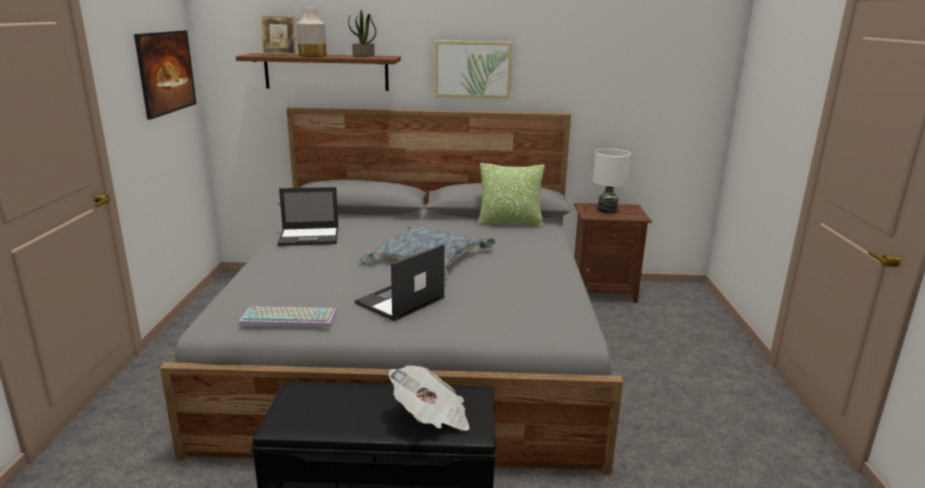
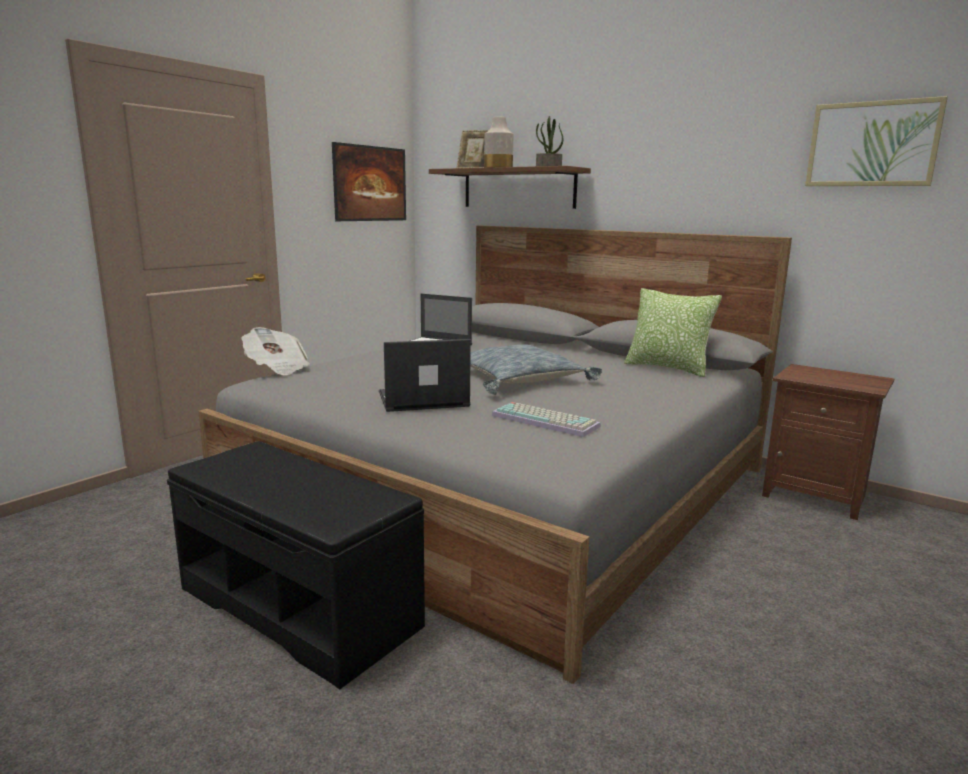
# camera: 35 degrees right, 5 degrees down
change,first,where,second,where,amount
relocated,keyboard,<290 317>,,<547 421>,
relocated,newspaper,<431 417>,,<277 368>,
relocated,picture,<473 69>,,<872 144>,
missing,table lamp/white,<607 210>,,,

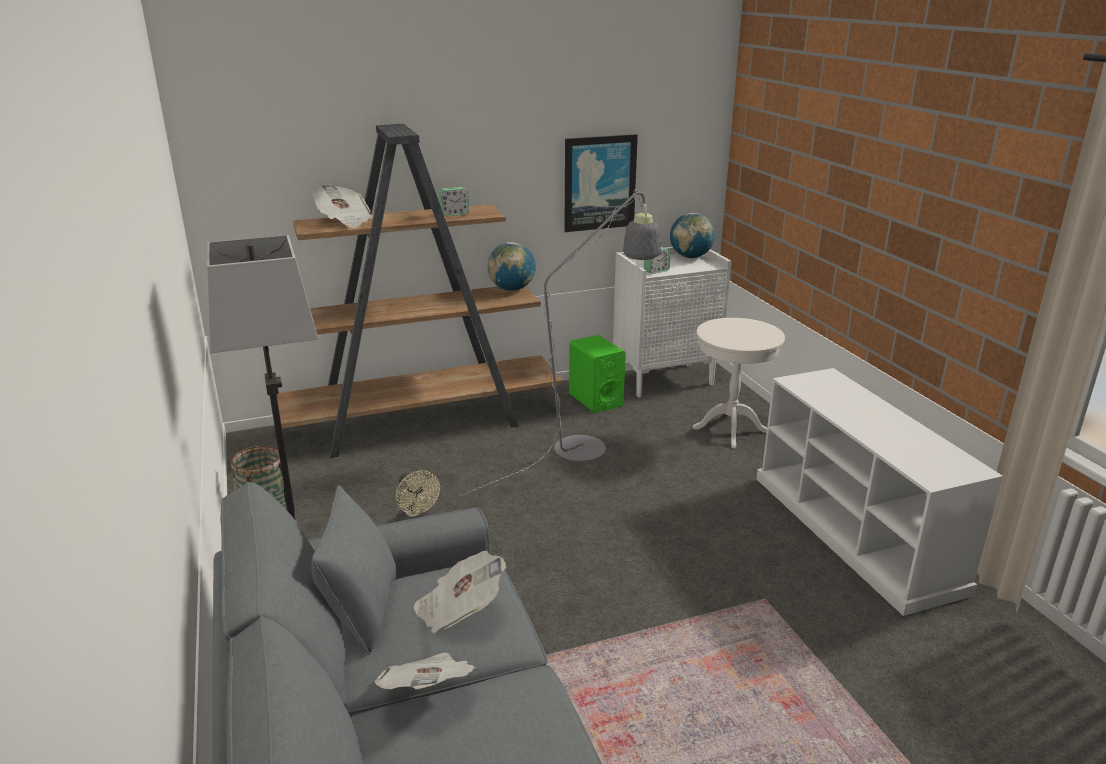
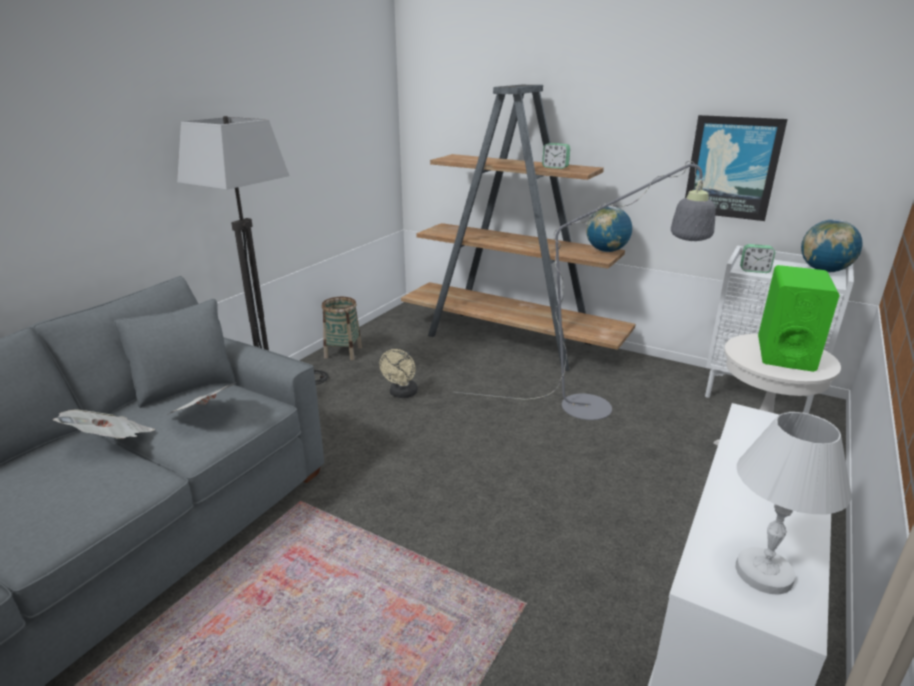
# camera: 50 degrees right, 0 degrees up
change,first,where,second,where,amount
missing,newspaper,<344 221>,,,
relocated,speaker/green,<595 400>,,<785 353>,
appeared,,,table lamp/white,<764 572>,

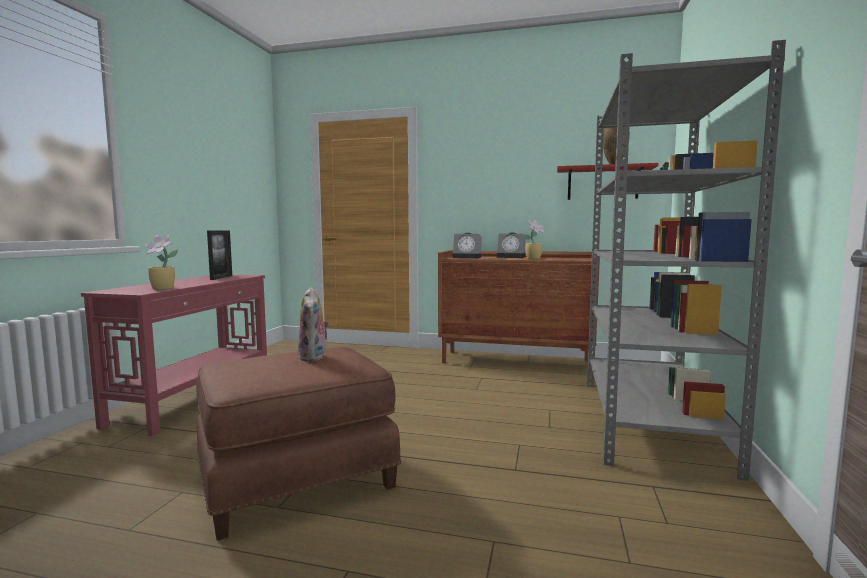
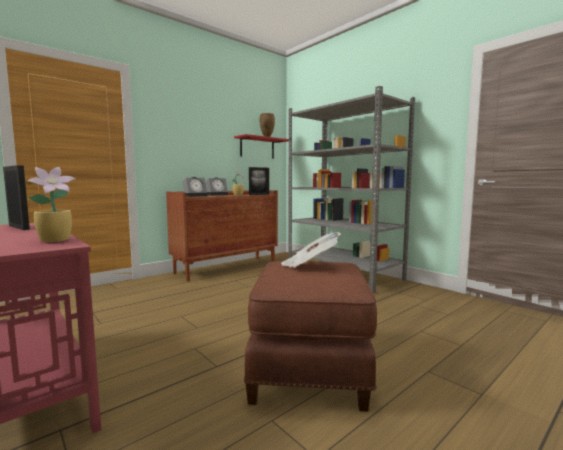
# camera: 55 degrees left, 0 degrees up
change,first,where,second,where,amount
exchanged,plush toy,<314 357>,newspaper,<309 265>,
appeared,,,picture frame,<259 194>,

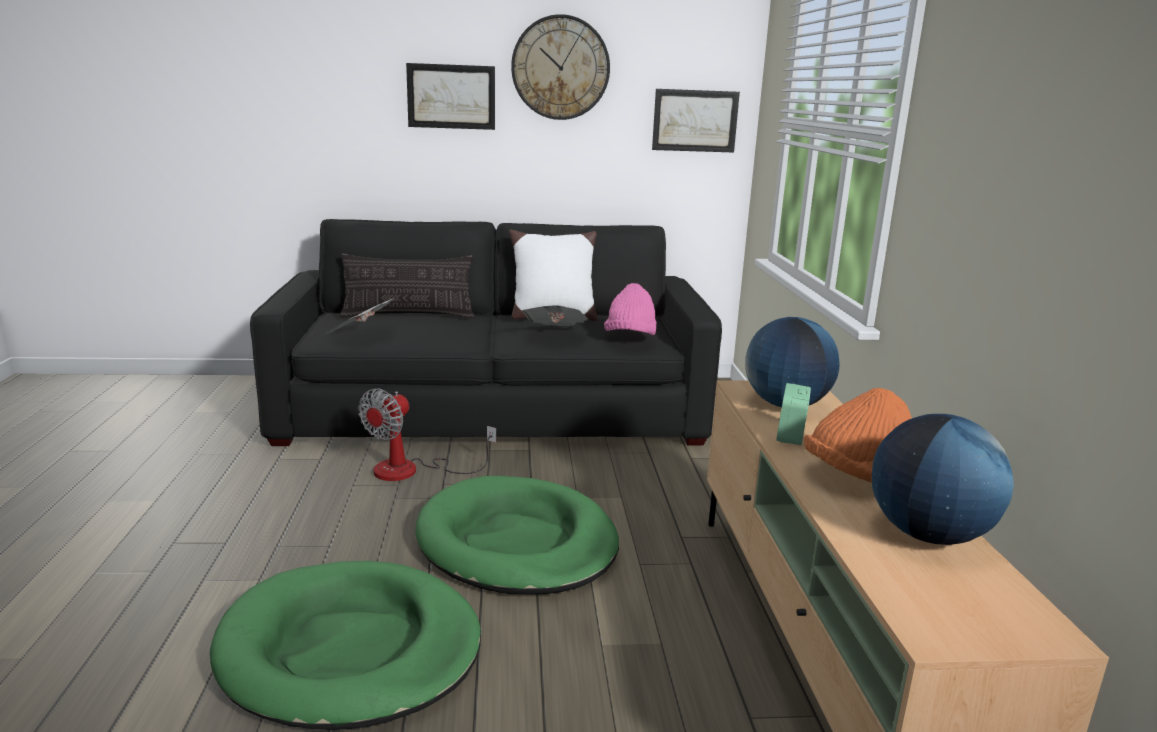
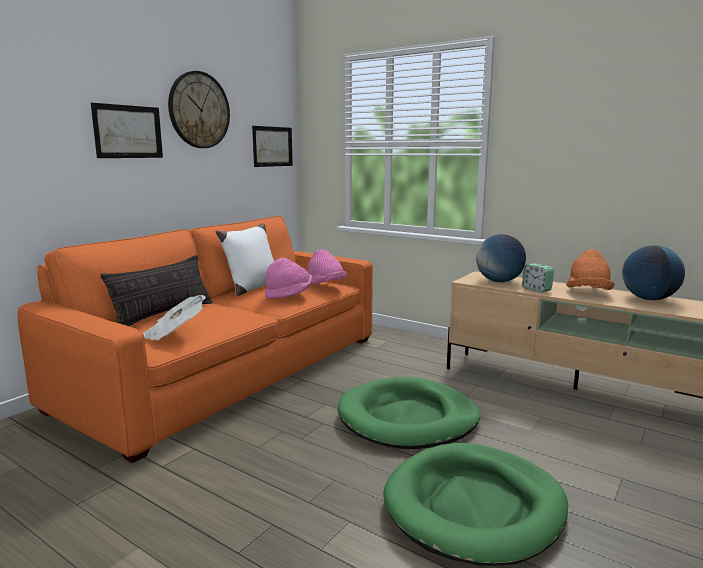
# camera: 50 degrees left, 5 degrees down
change,first,where,second,where,amount
colour,sofa/black,<493 410>,sofa/orange,<229 371>,
missing,fan,<411 470>,,,
exchanged,newspaper,<555 334>,hat/pink,<289 295>,

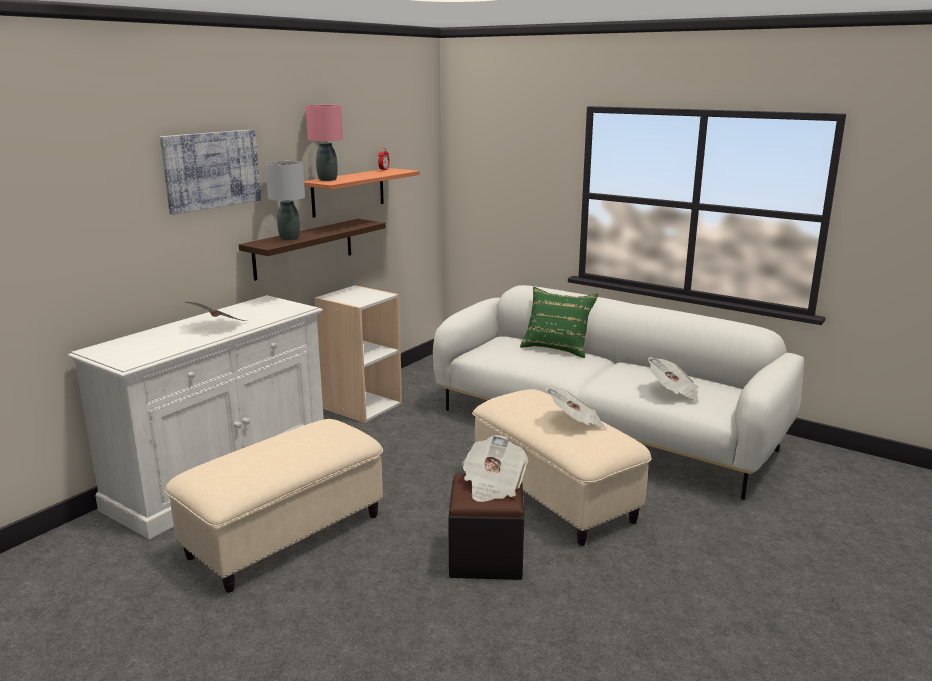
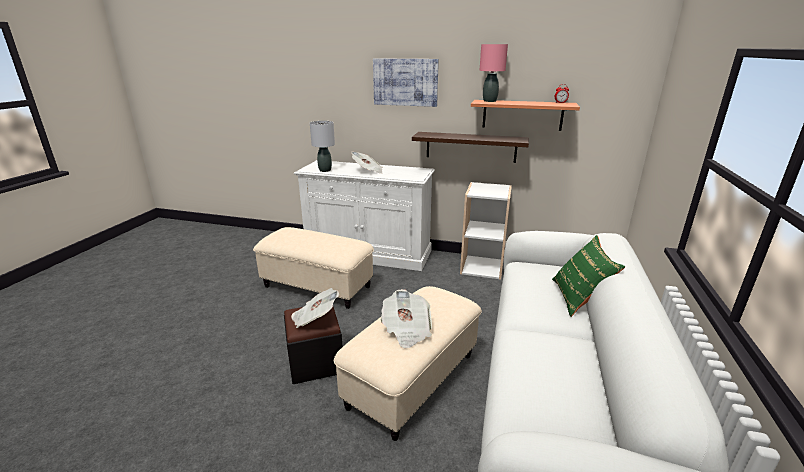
# camera: 70 degrees right, 5 degrees up
change,first,where,second,where,amount
relocated,table lamp/grey,<290 238>,,<325 170>,
missing,newspaper,<673 392>,,,

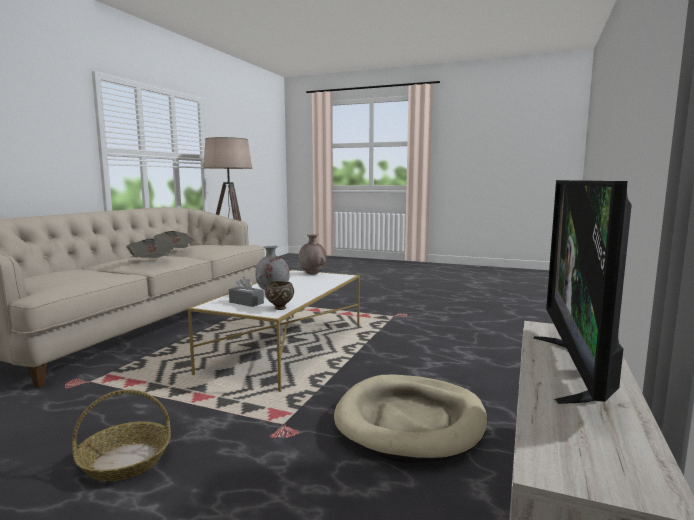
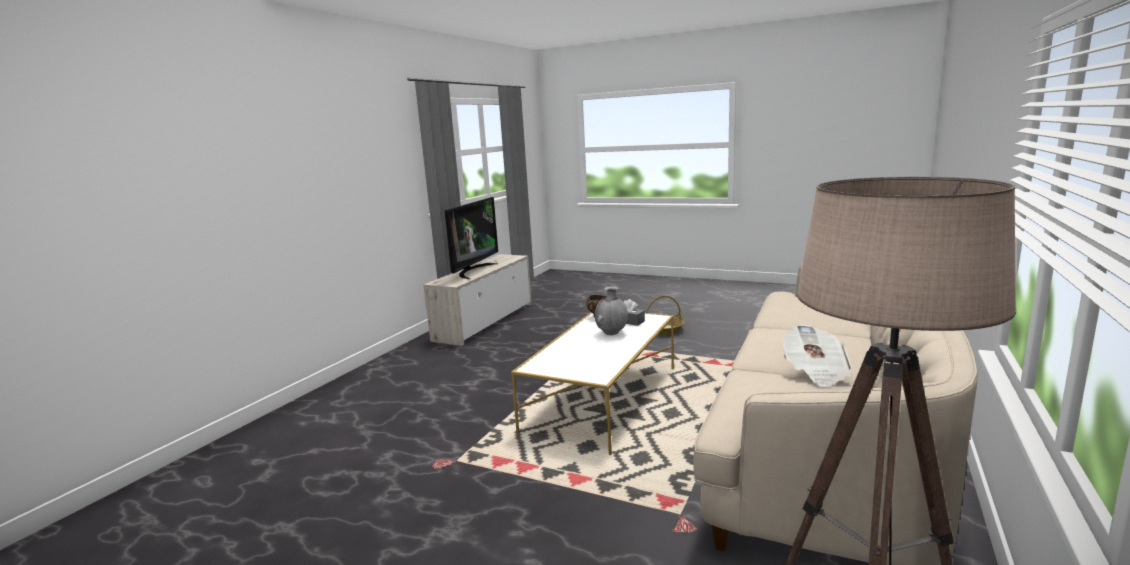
# camera: 175 degrees left, 5 degrees up
change,first,where,second,where,amount
missing,newspaper,<151 261>,,,
missing,vase/brown,<312 274>,,,
missing,dog bed/beige,<410 421>,,,

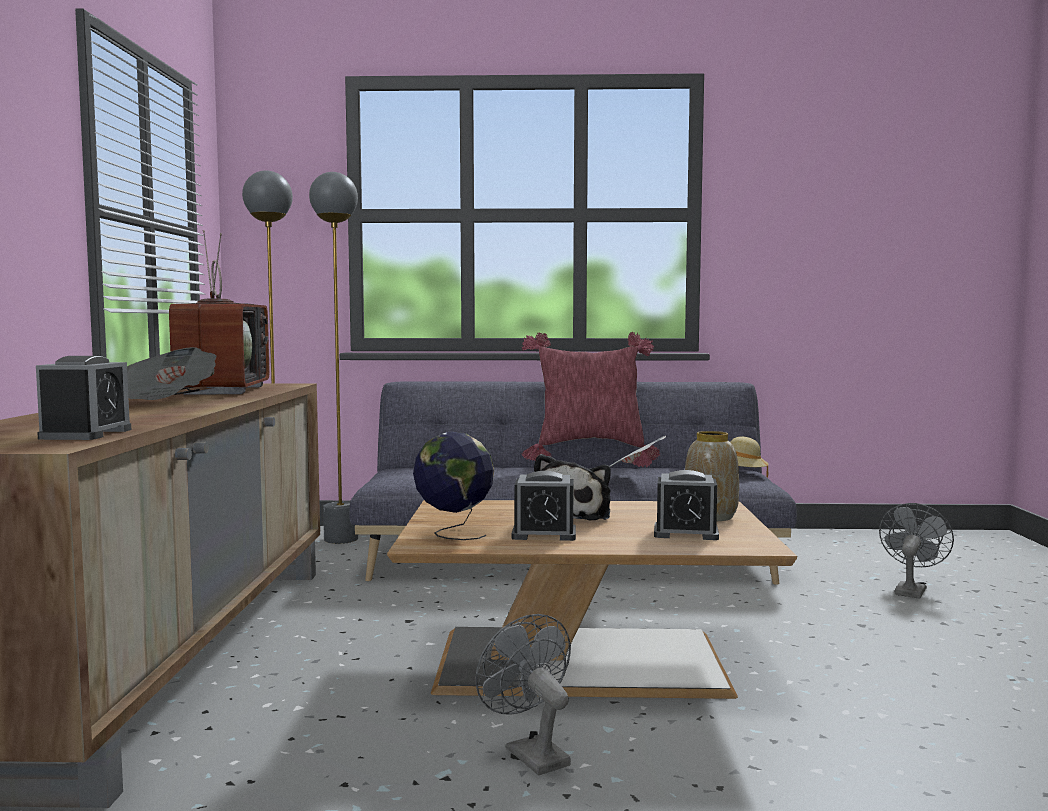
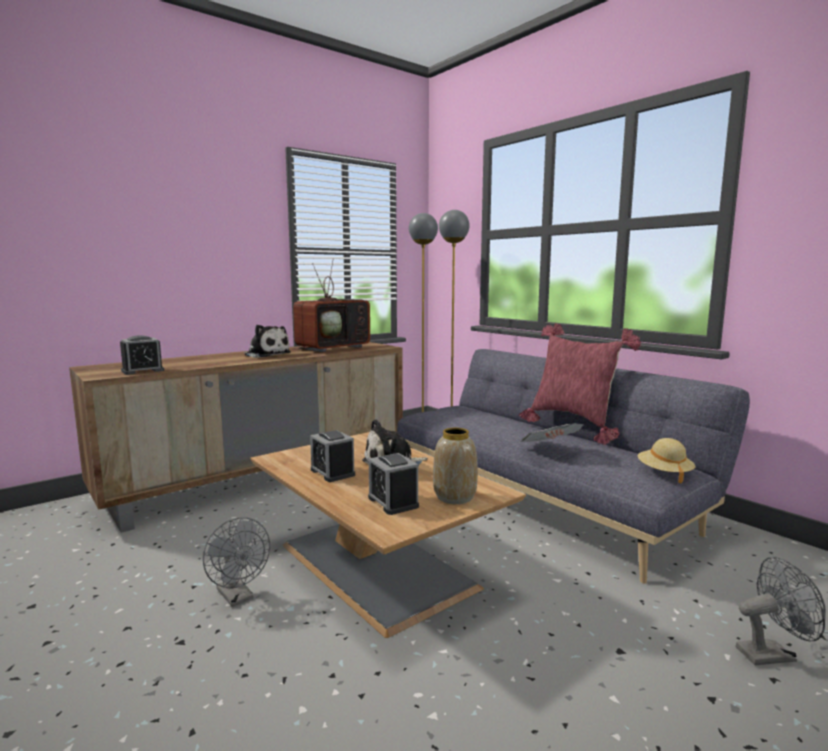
# camera: 50 degrees right, 5 degrees up
change,first,where,second,where,amount
exchanged,newspaper,<167 403>,plush toy,<266 354>,
missing,globe,<454 533>,,,
spun,fan/grey,<530 753>,,<238 597>,120 degrees clockwise

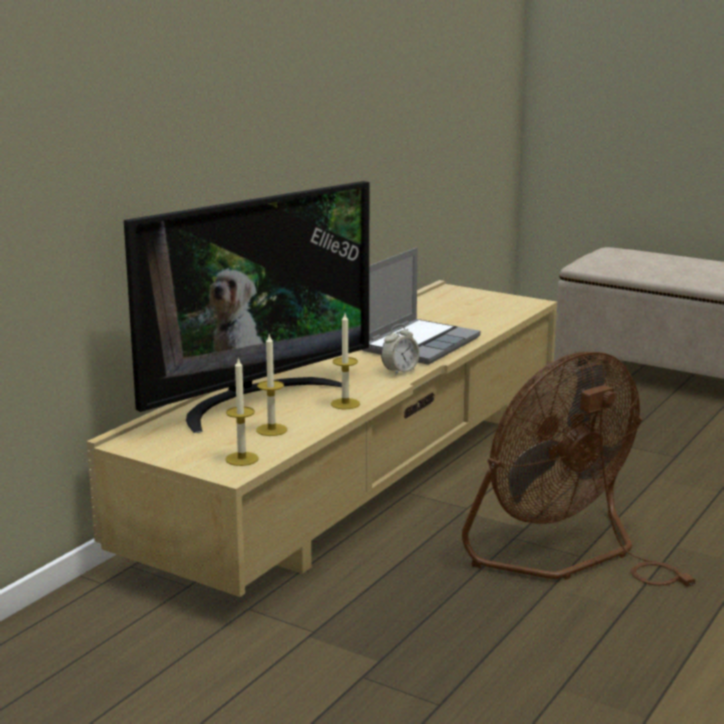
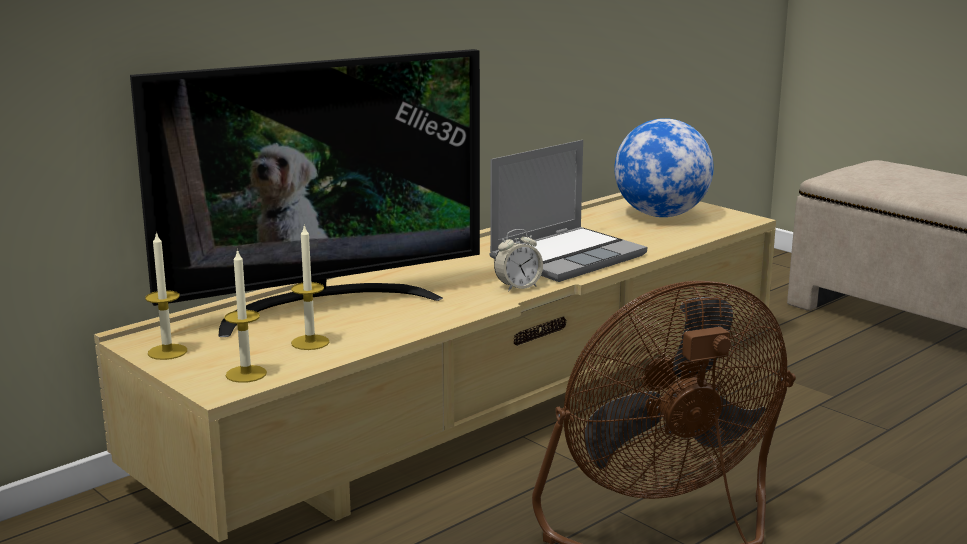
# camera: 15 degrees right, 0 degrees up
change,first,where,second,where,amount
relocated,candle,<345 404>,,<167 352>,
appeared,,,globe,<661 215>,

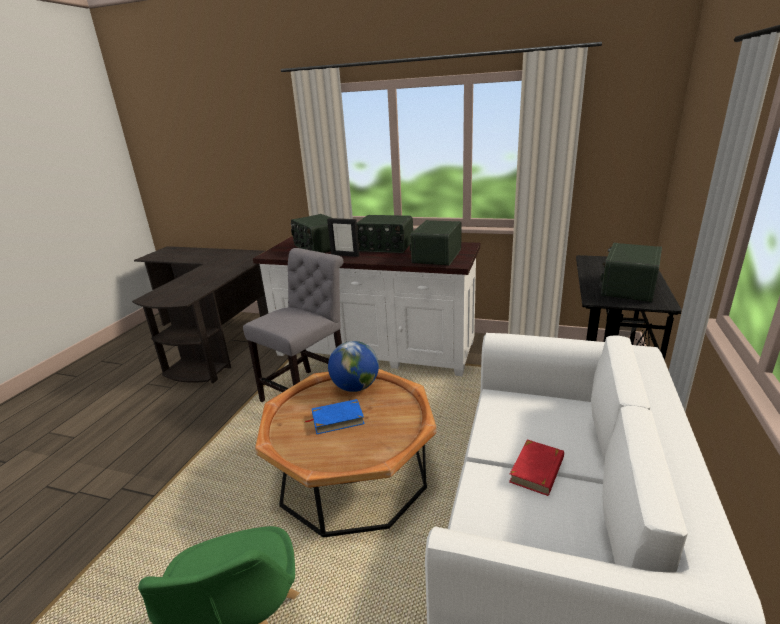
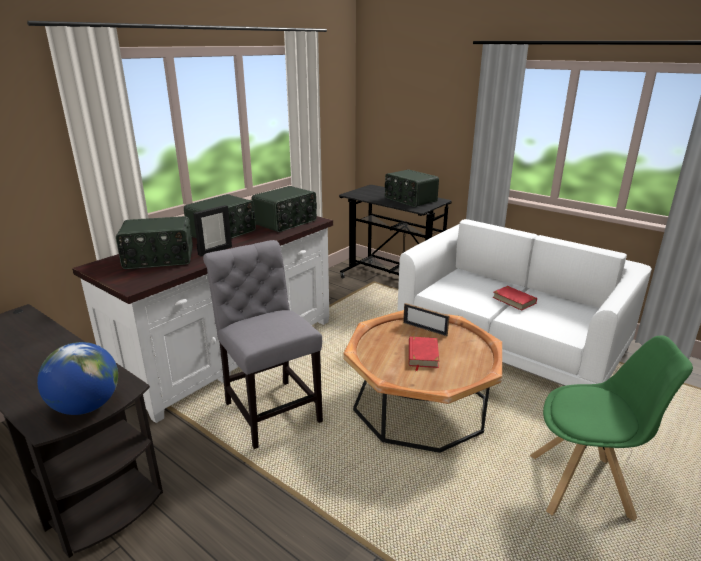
# camera: 70 degrees left, 0 degrees up
change,first,where,second,where,amount
colour,book/blue,<337 419>,book/red,<422 355>,
relocated,globe,<355 387>,,<86 406>,
spun,radio,<436 256>,,<286 222>,90 degrees counterclockwise
appeared,,,picture frame,<425 329>,

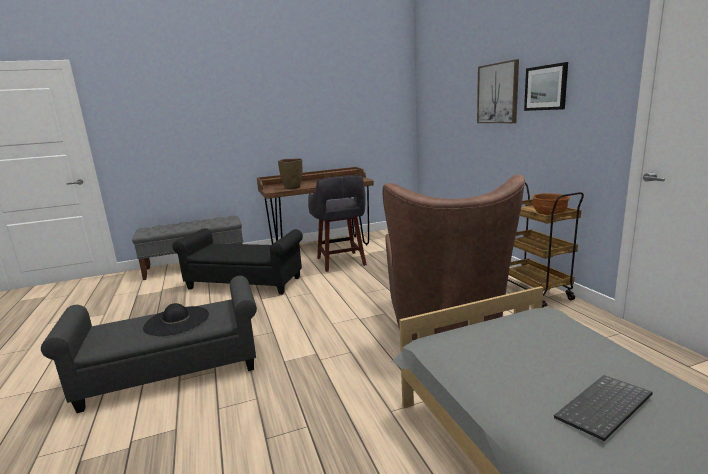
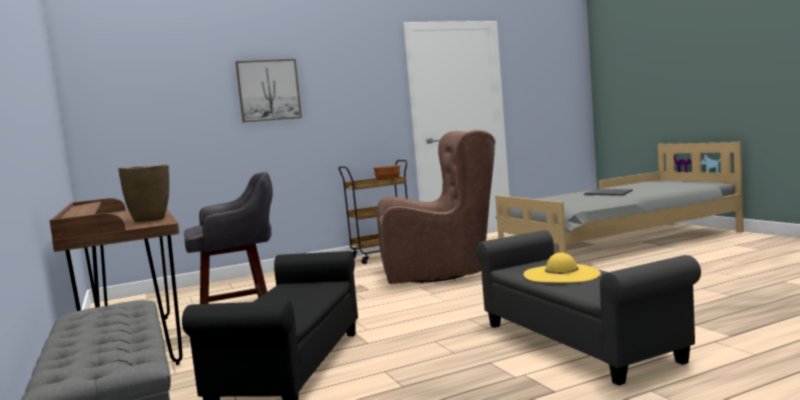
# camera: 95 degrees left, 10 degrees down
change,first,where,second,where,amount
colour,hat/black,<177 321>,hat/yellow,<561 274>,
missing,picture,<546 88>,,,

